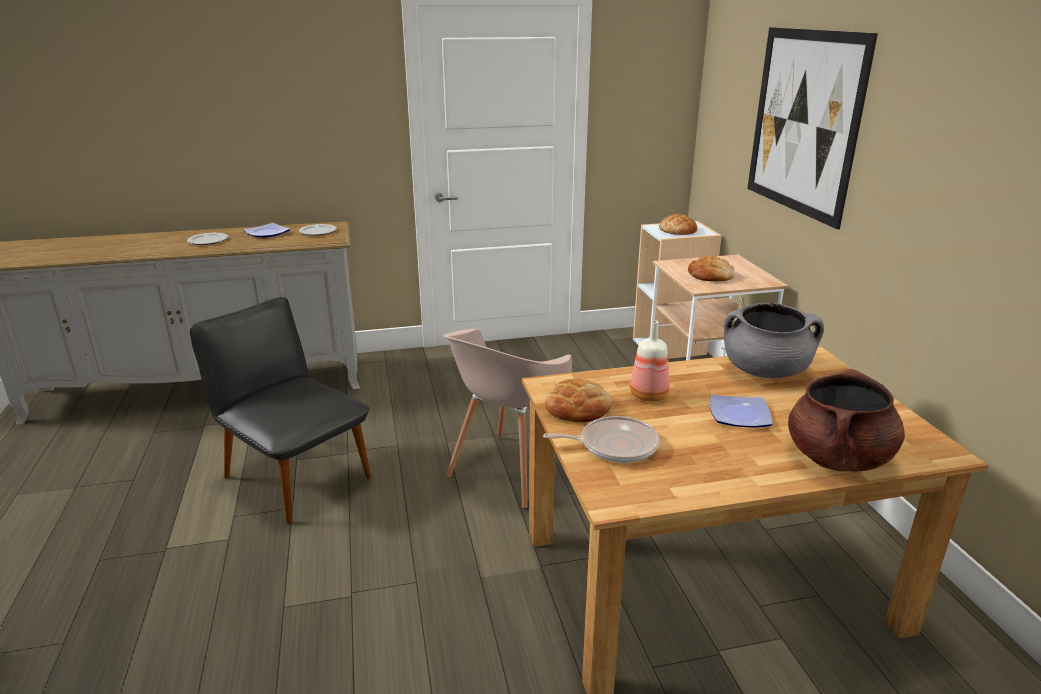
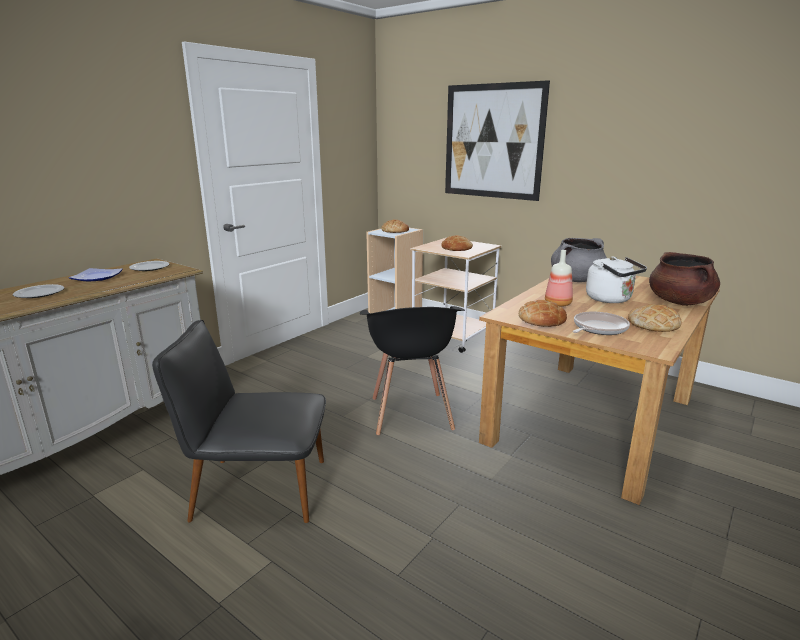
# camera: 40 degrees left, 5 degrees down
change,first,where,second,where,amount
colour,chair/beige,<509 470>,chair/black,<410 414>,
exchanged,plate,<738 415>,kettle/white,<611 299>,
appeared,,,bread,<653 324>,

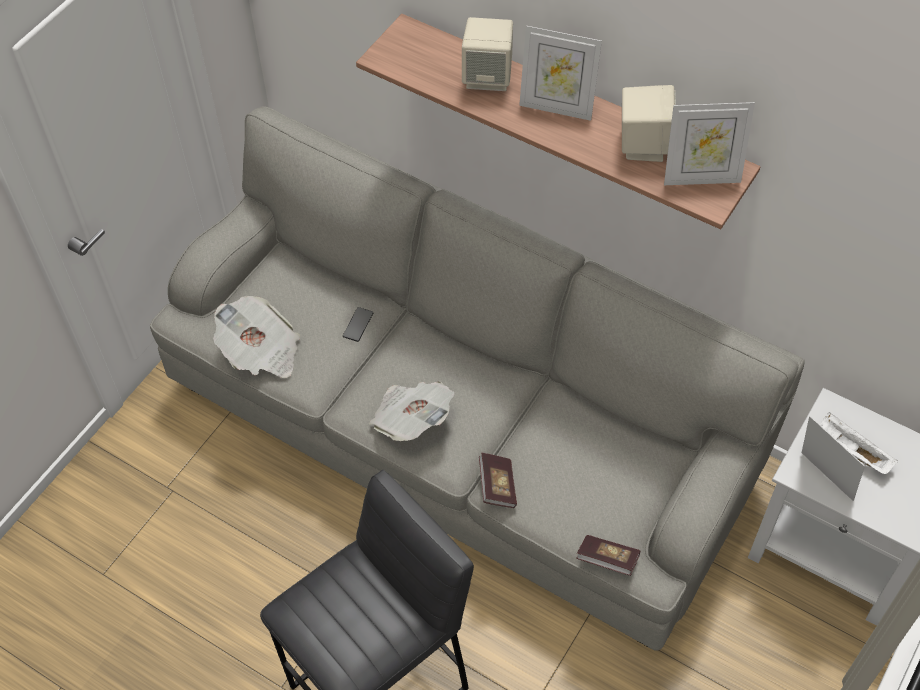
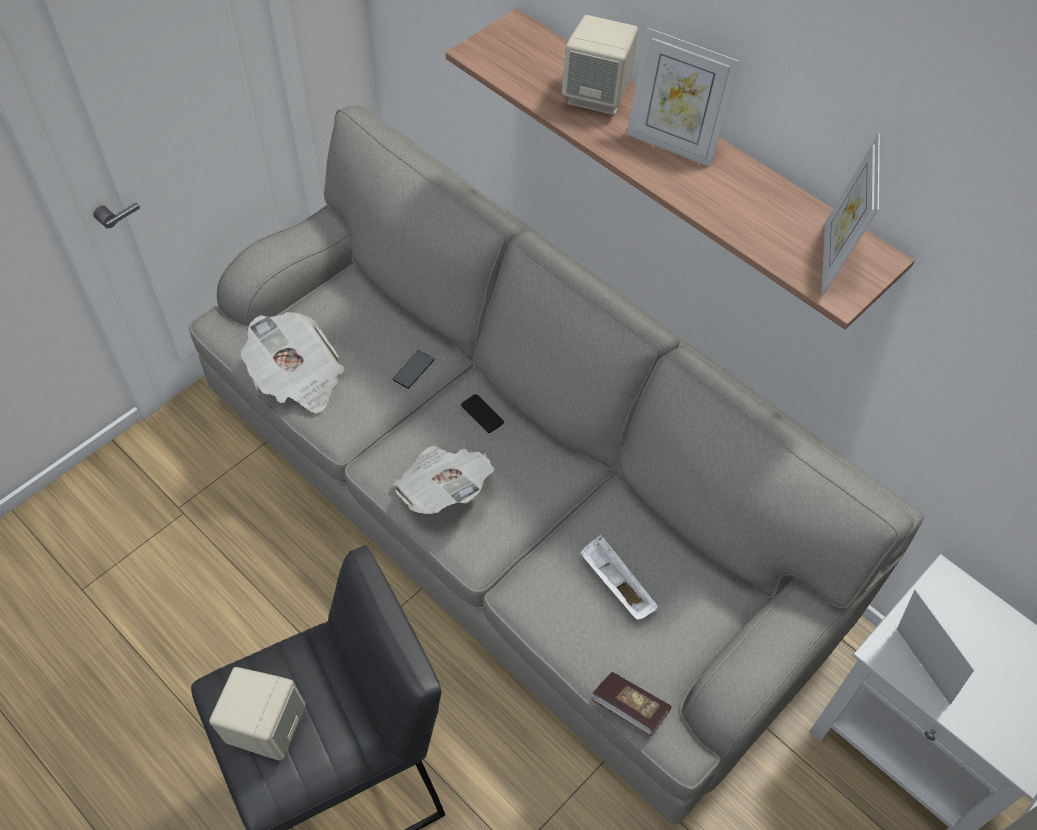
# camera: 10 degrees right, 0 degrees up
change,first,where,second,where,amount
missing,book,<497 486>,,,
relocated,speaker/beige,<643 145>,,<265 727>,
spun,picture frame,<701 177>,,<834 260>,90 degrees clockwise
relocated,tray/white,<851 451>,,<615 584>,
appeared,,,phone,<482 414>,

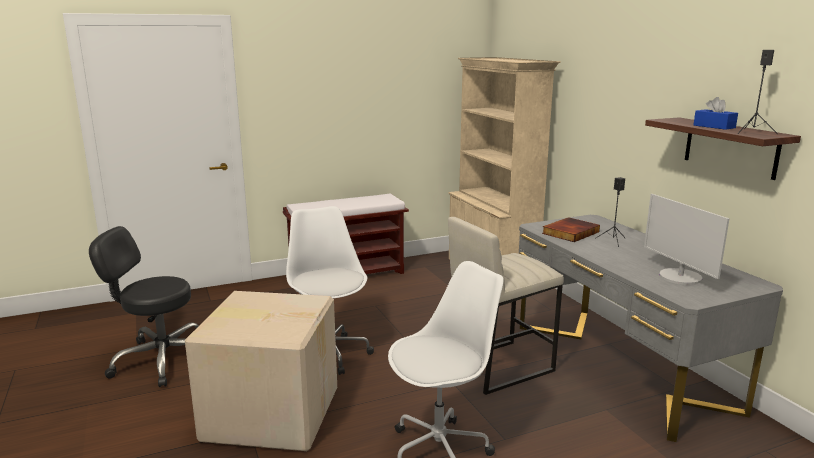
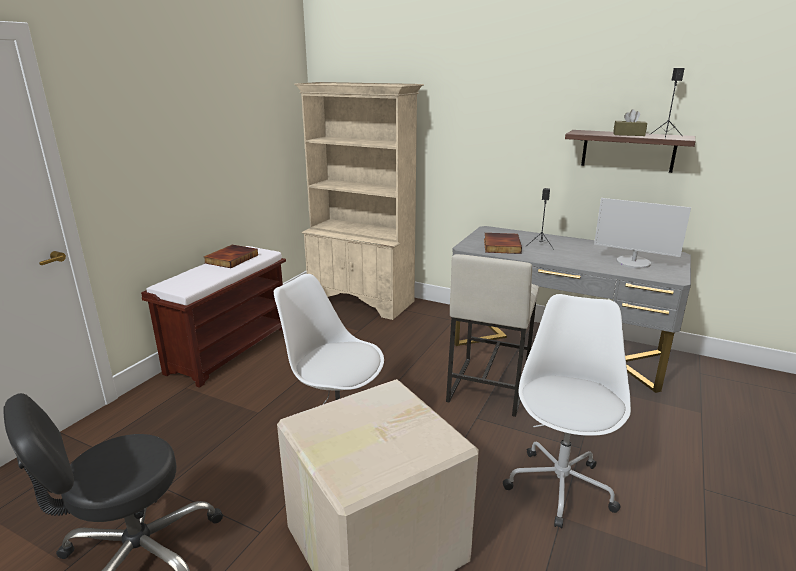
# camera: 40 degrees left, 5 degrees up
change,first,where,second,where,amount
colour,tissue box/blue,<714 126>,tissue box/brown,<628 134>,
appeared,,,book,<231 258>,

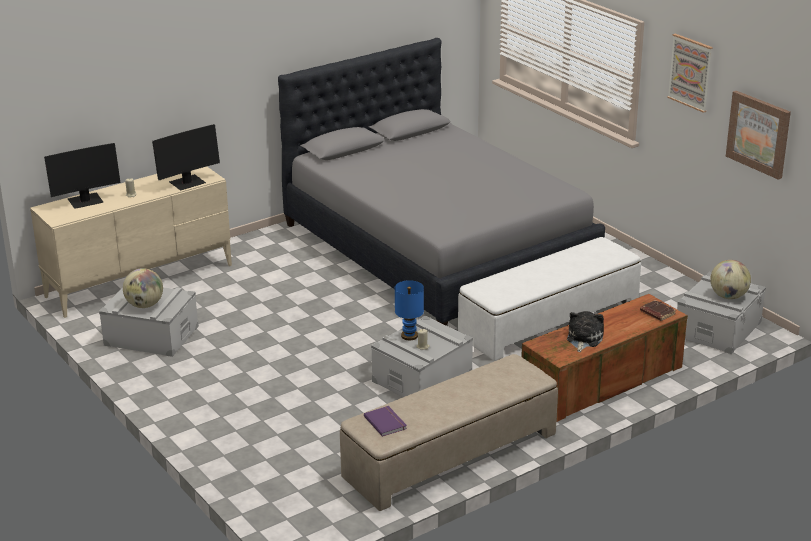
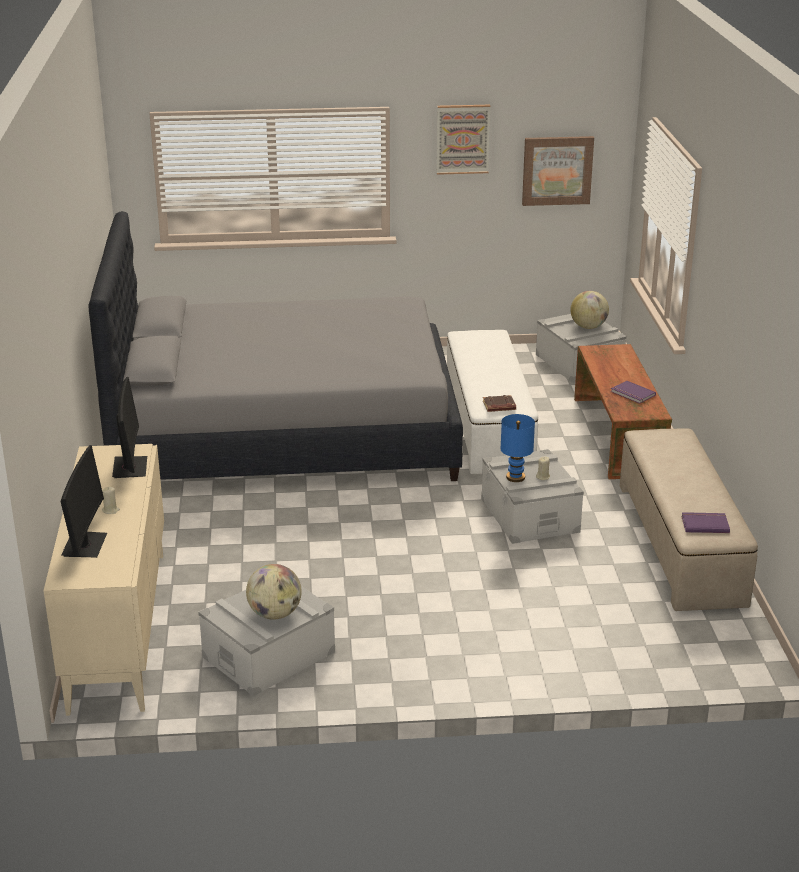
# camera: 60 degrees left, 0 degrees up
change,first,where,second,where,amount
exchanged,plush toy,<583 339>,book/purple,<632 394>,
relocated,book/brown,<657 313>,,<499 406>,

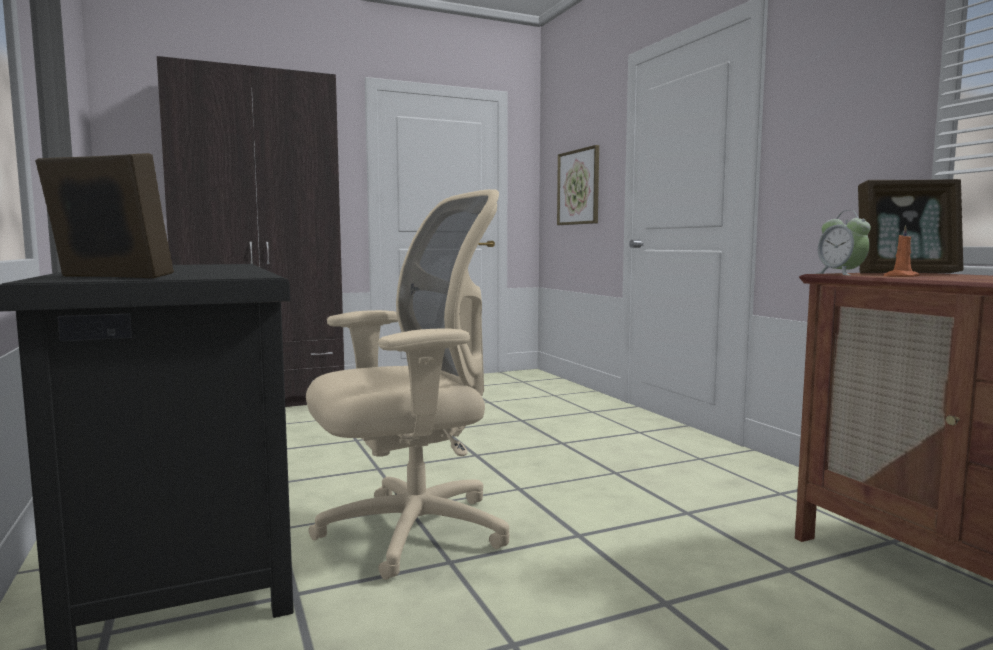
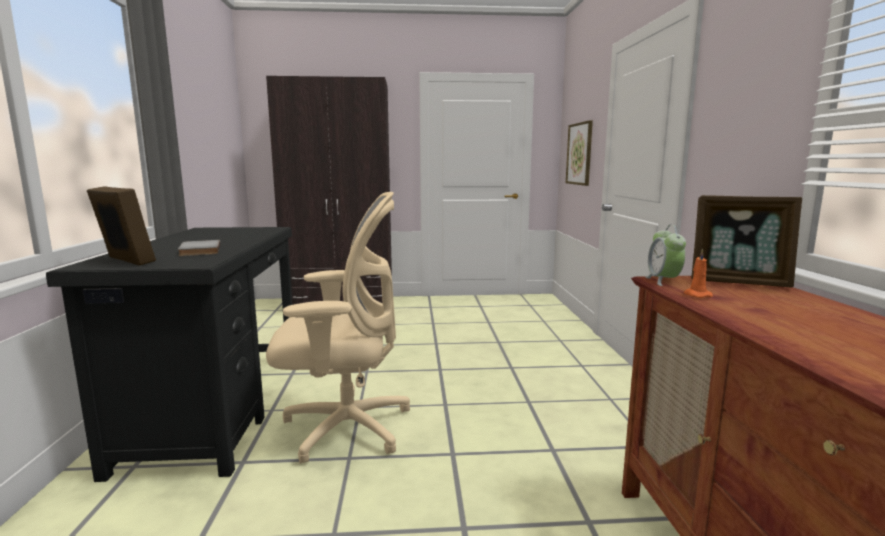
# camera: 20 degrees right, 5 degrees up
change,first,where,second,where,amount
appeared,,,book/grey,<198 250>,

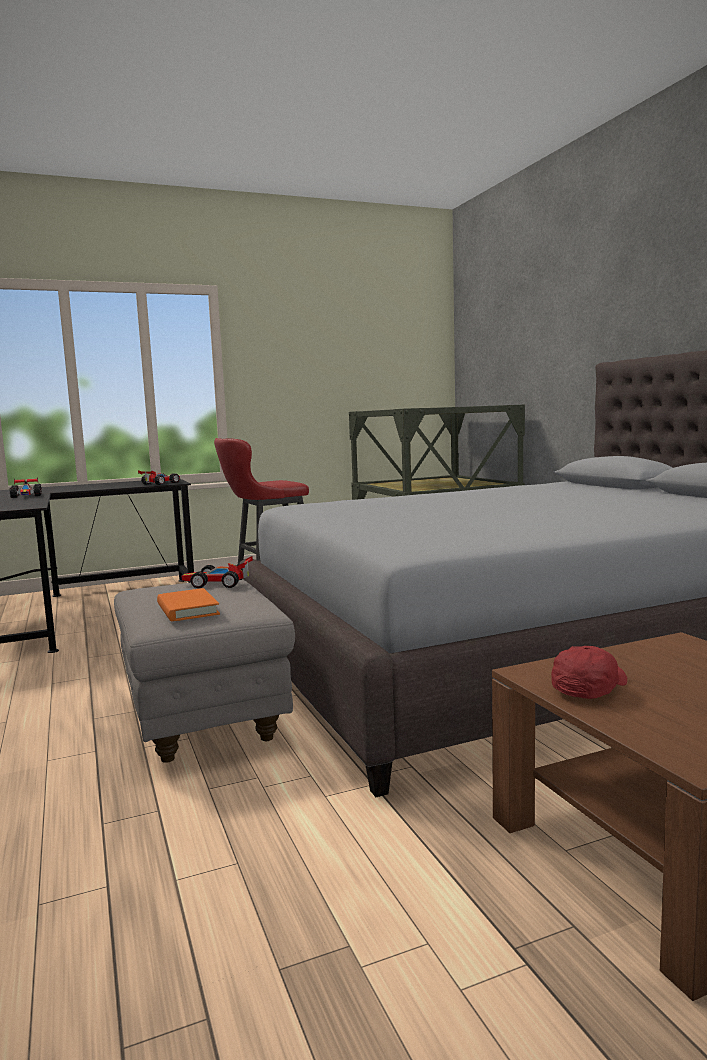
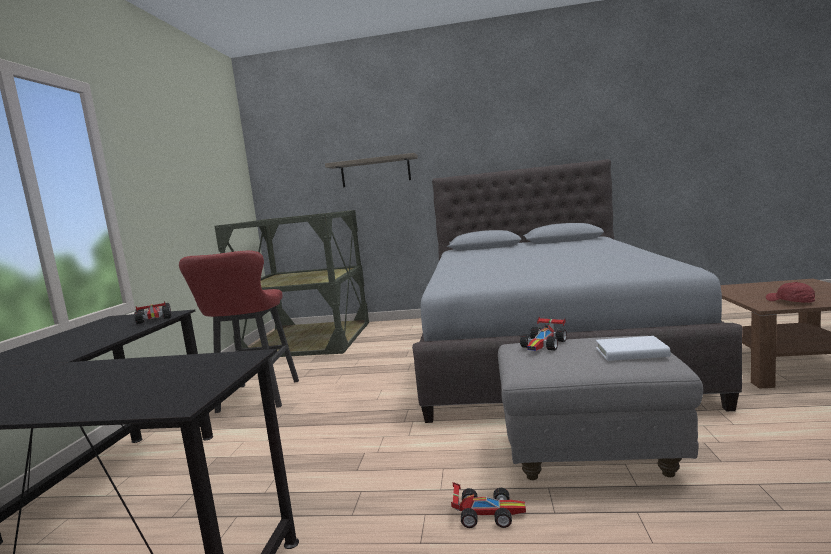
# camera: 60 degrees left, 0 degrees up
change,first,where,second,where,amount
relocated,toy car,<27 495>,,<487 513>,
colour,book/orange,<187 609>,book/white,<631 352>,
appeared,,,shelf,<375 171>,

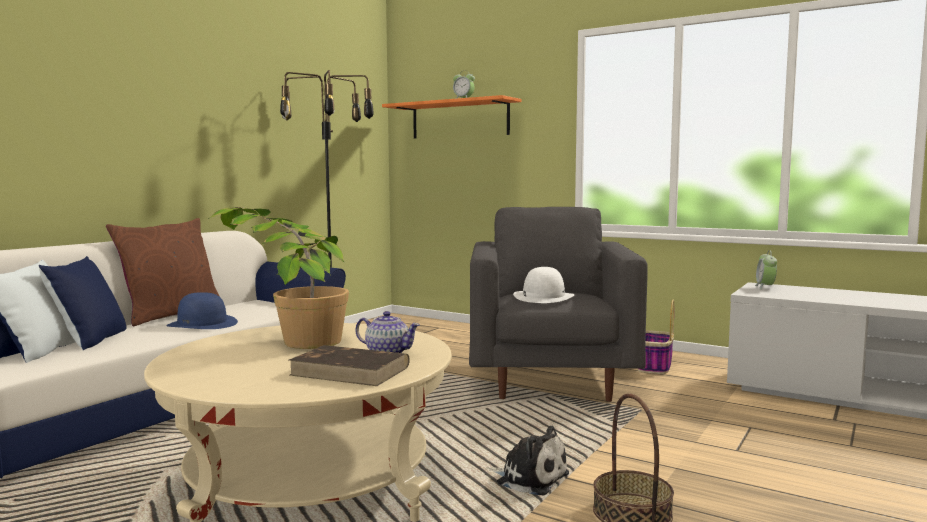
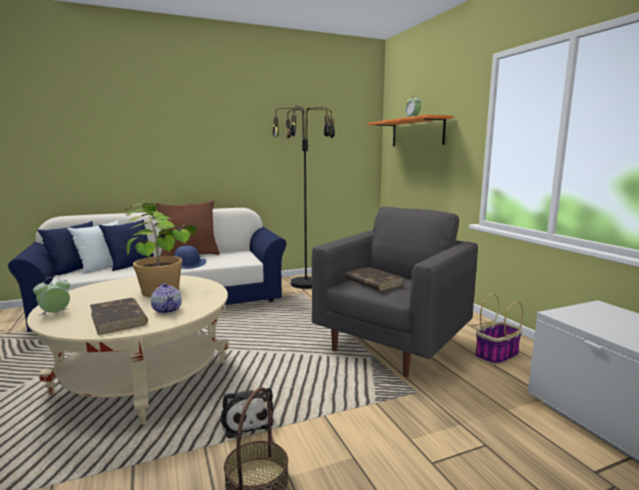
# camera: 35 degrees right, 5 degrees up
change,first,where,second,where,amount
exchanged,hat/white,<543 297>,book/brown,<373 282>,
relocated,alarm clock,<765 287>,,<55 313>,

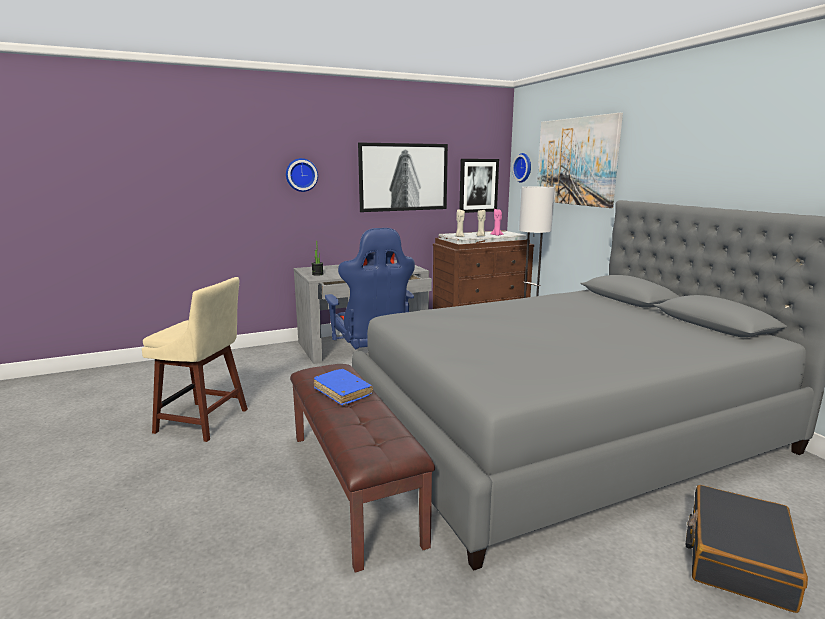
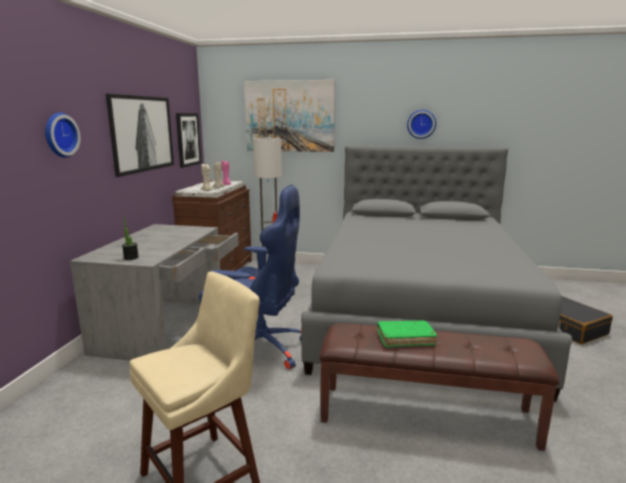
# camera: 55 degrees left, 0 degrees up
change,first,where,second,where,amount
colour,book/blue,<343 392>,book/green,<405 338>,
relocated,wall clock,<523 167>,,<421 124>,

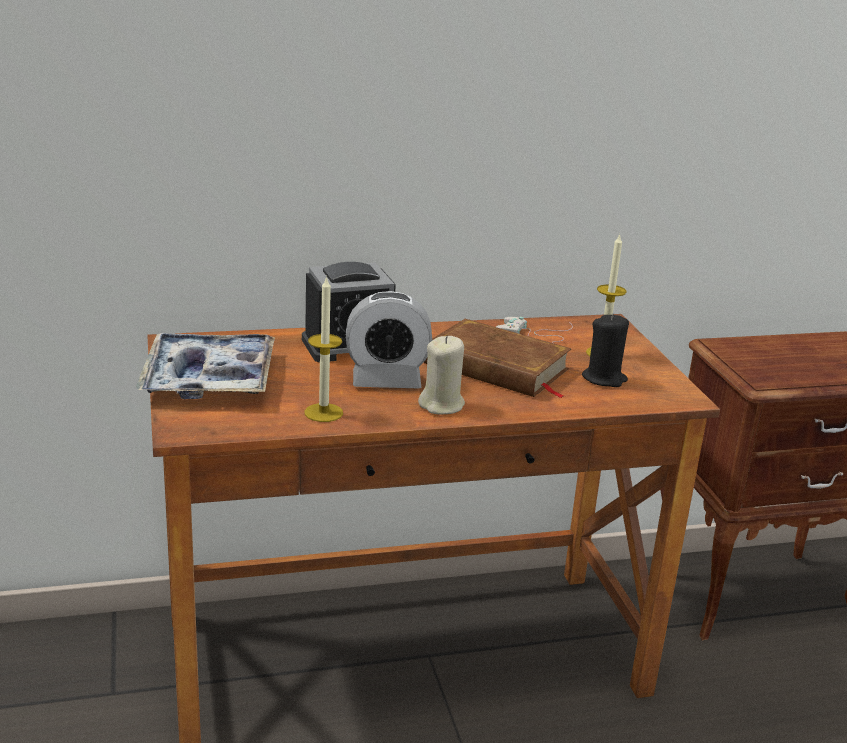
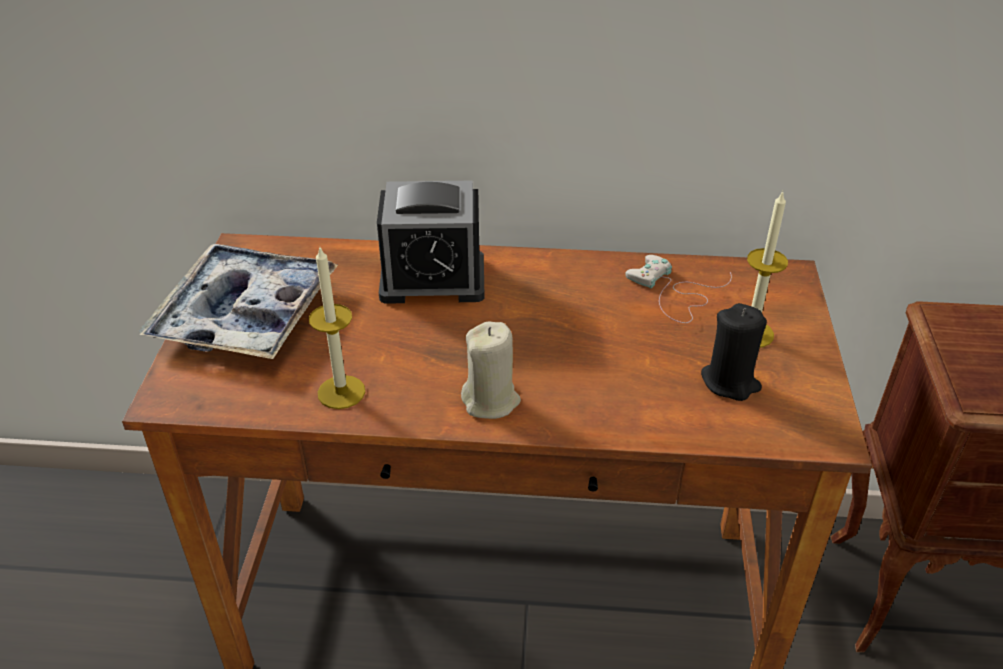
# camera: 20 degrees right, 15 degrees up
change,first,where,second,where,amount
missing,alarm clock,<386 381>,,,
missing,book/brown,<496 367>,,,

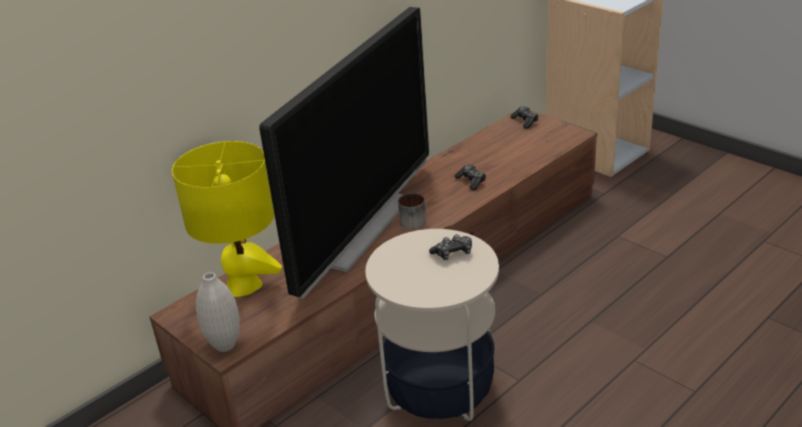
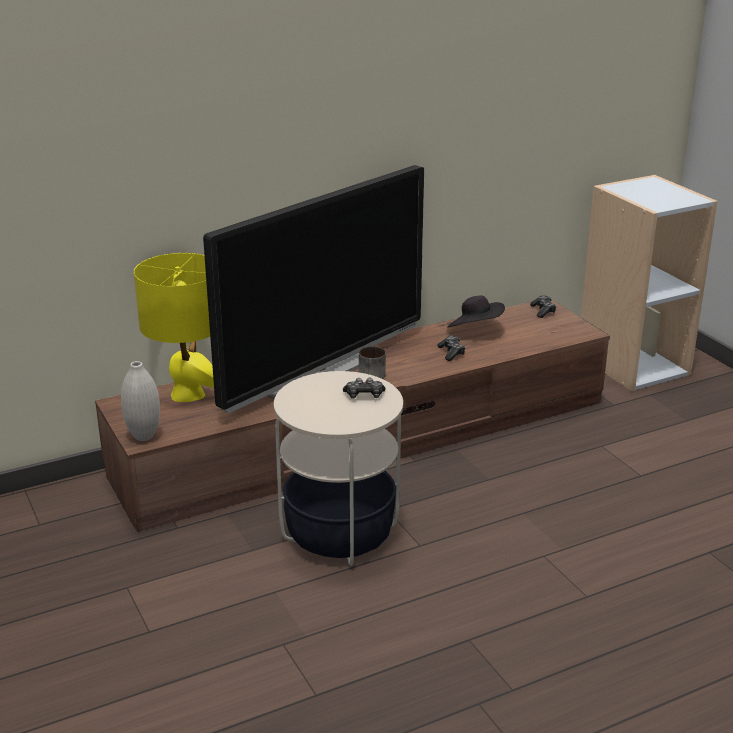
# camera: 15 degrees right, 5 degrees down
change,first,where,second,where,amount
appeared,,,hat/black,<475 329>,

